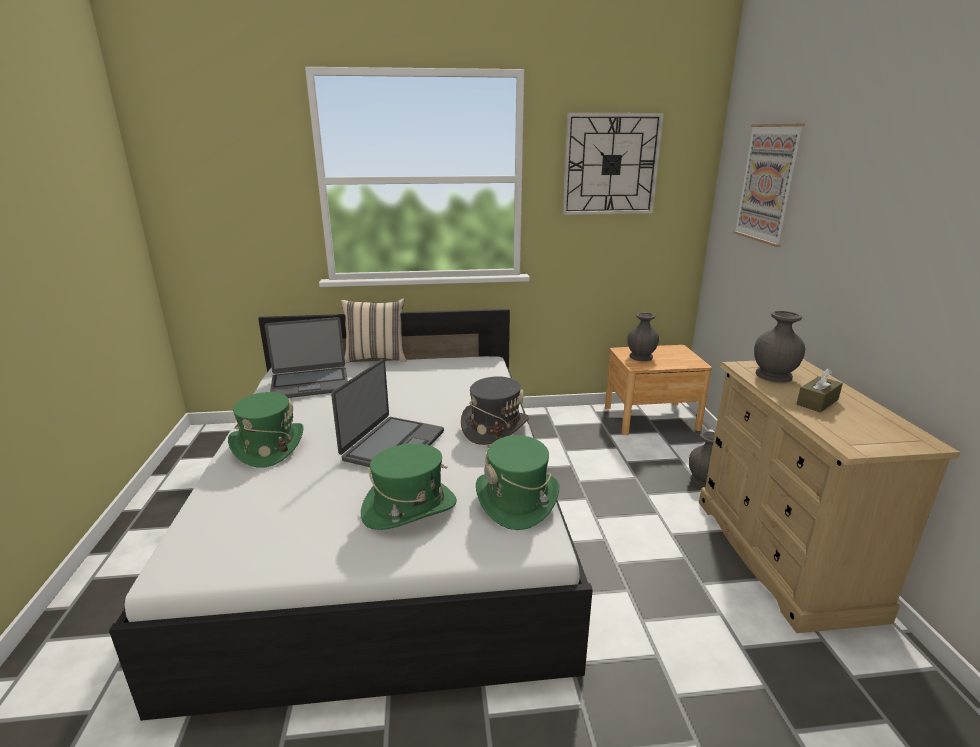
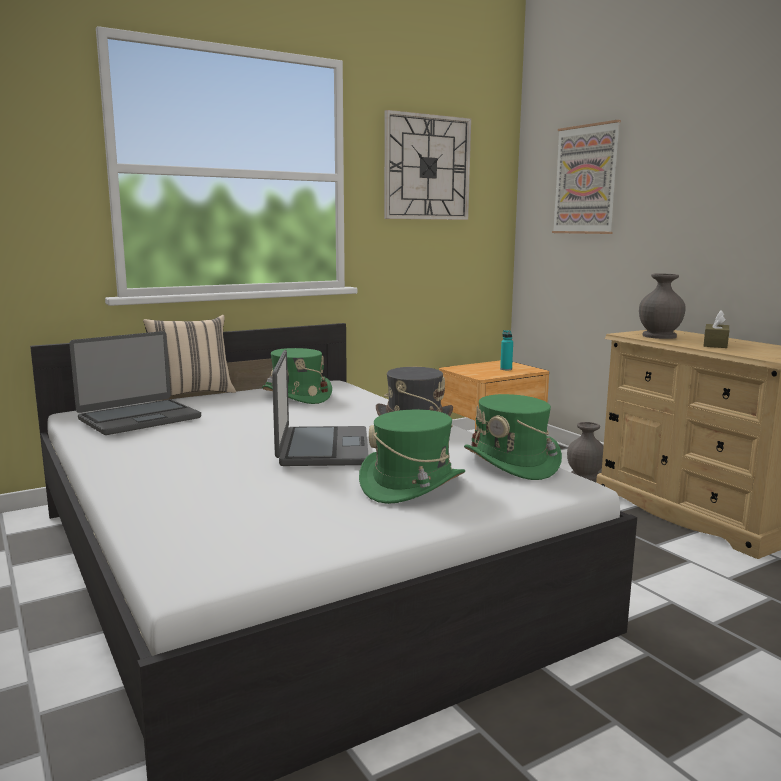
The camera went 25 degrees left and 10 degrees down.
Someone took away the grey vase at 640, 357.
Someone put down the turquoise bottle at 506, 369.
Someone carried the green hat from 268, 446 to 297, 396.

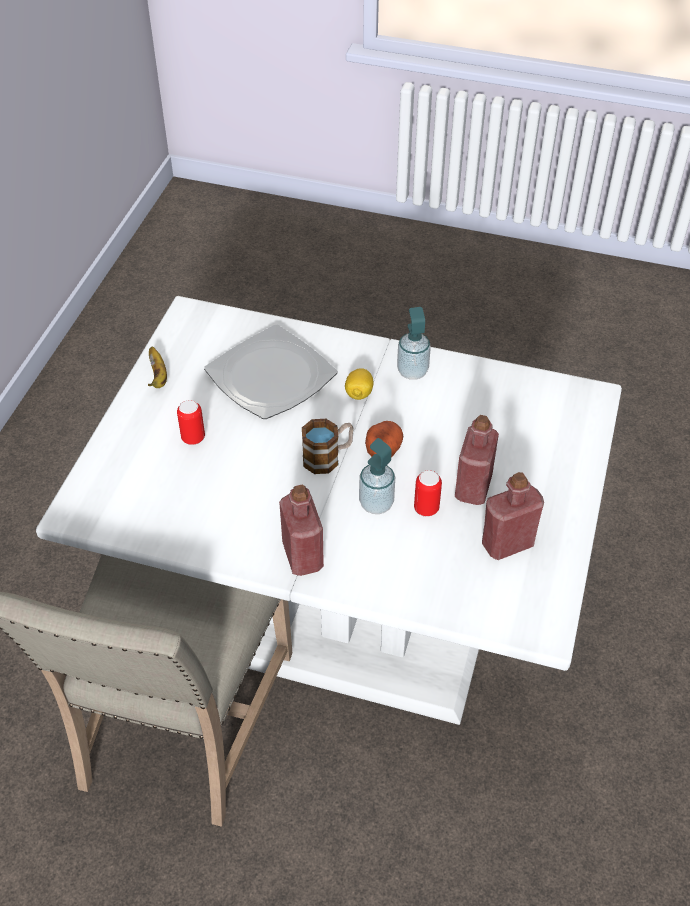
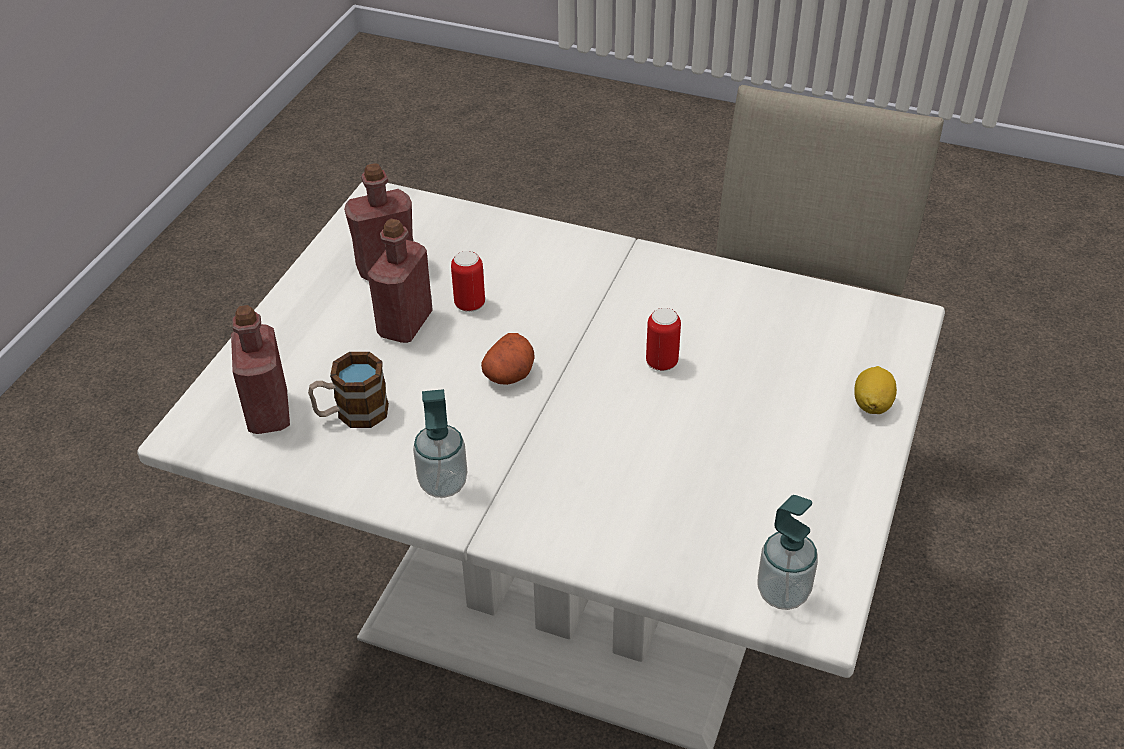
The camera went 175 degrees left and 5 degrees down.
Someone took away the banana at 158, 376.
Someone took away the plate at 271, 377.
Someone carried the can from 193, 438 to 661, 362.
Someone carried the red bottle from 302, 556 to 268, 413.
Someone carried the mug from 328, 457 to 352, 413.
Someone carried the lemon from 359, 393 to 872, 404.
Someone carried the soap dispenser from 376, 503 to 783, 592.

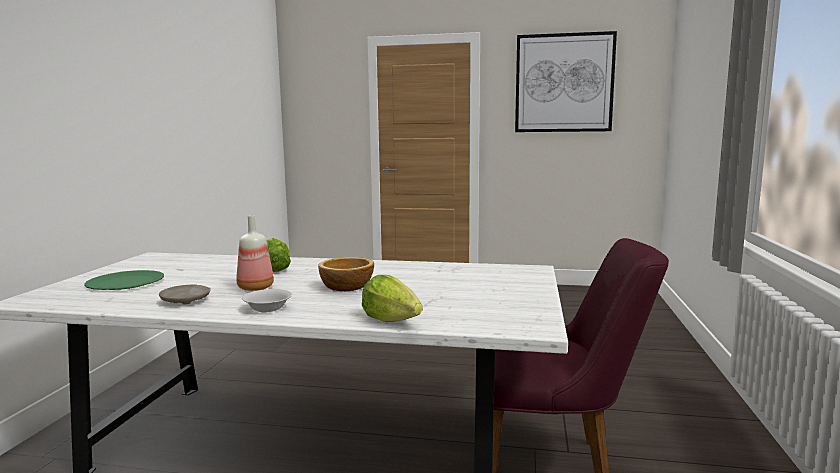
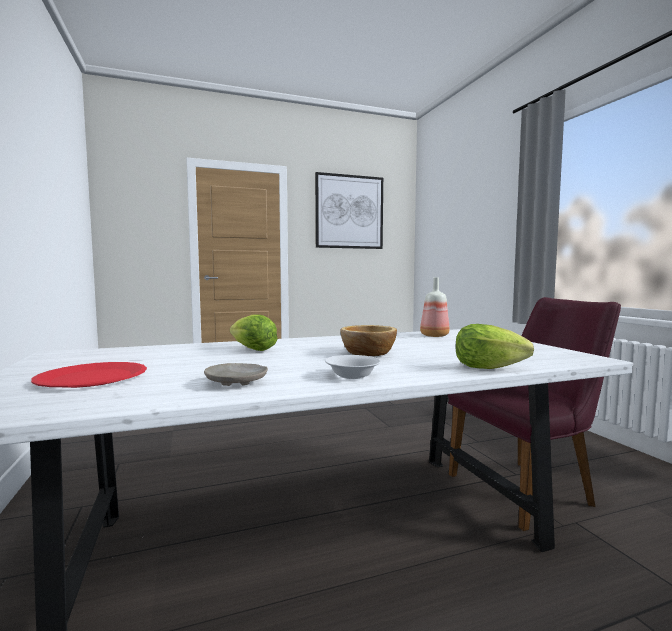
The camera went 30 degrees left and 5 degrees down.
Someone carried the bottle from 254, 288 to 433, 336.
Someone repainted the green plate at 126, 283, which became the red plate at 93, 378.

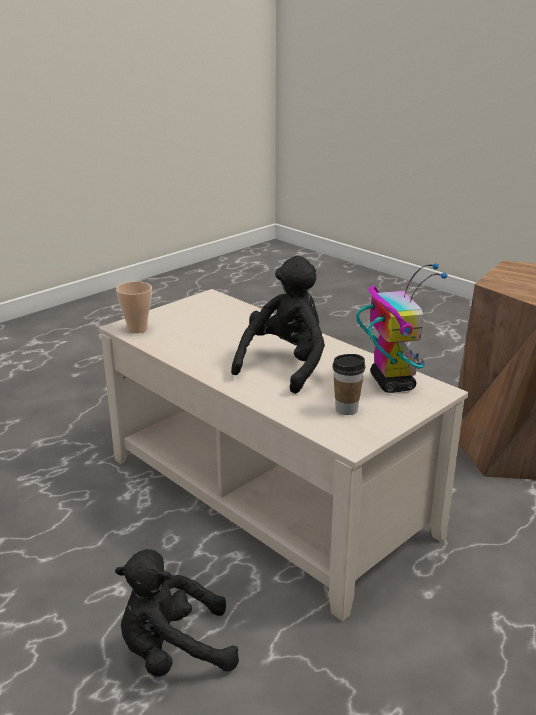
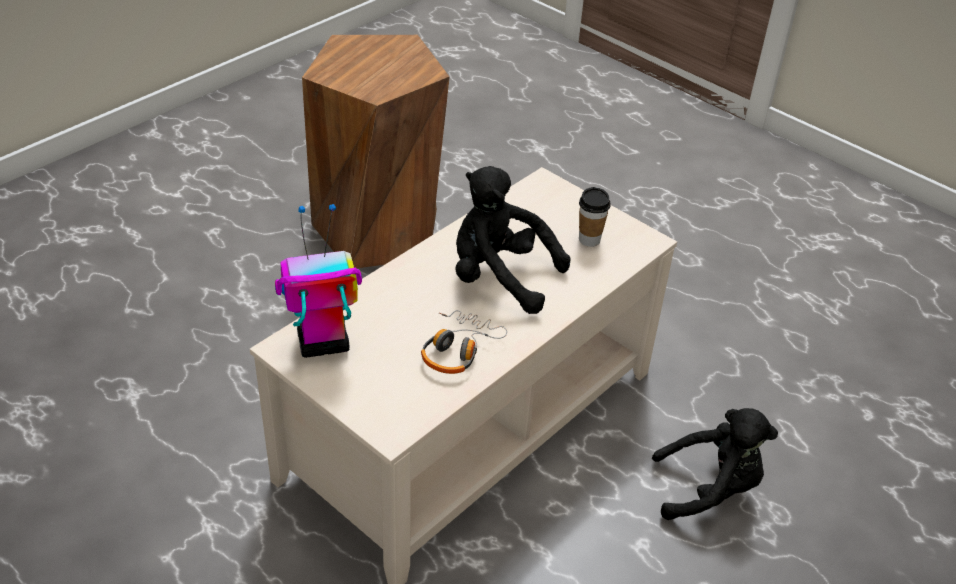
The camera went 95 degrees left and 15 degrees up.
Someone took away the cup at 137, 329.
Someone put down the headphones at 458, 349.
Someone carried the toy robot from 391, 382 to 322, 344.
Someone rotated the black plush toy at 173, 651 by 75 degrees counterclockwise.

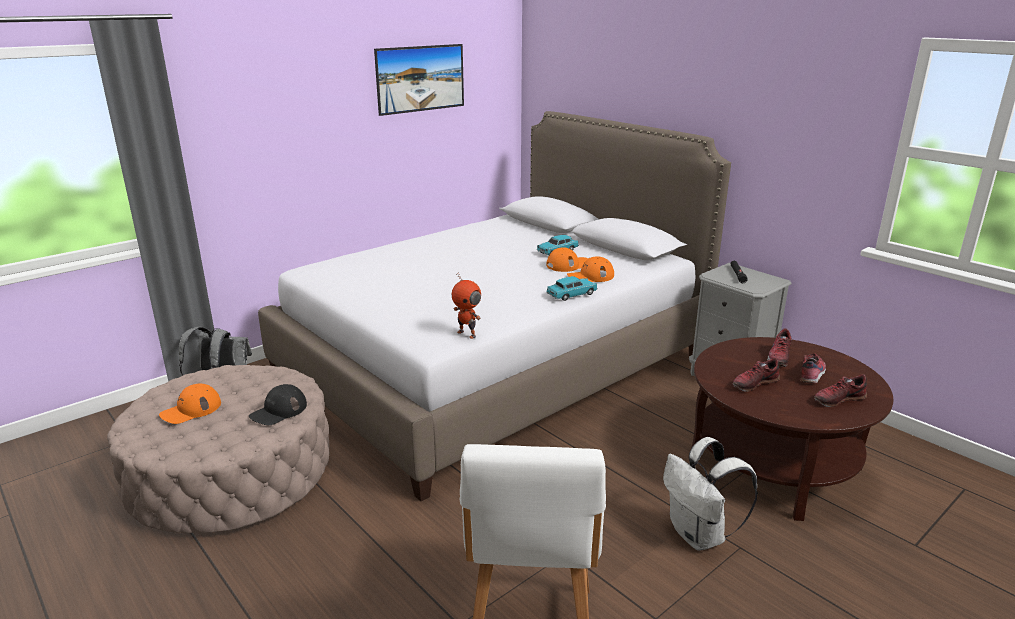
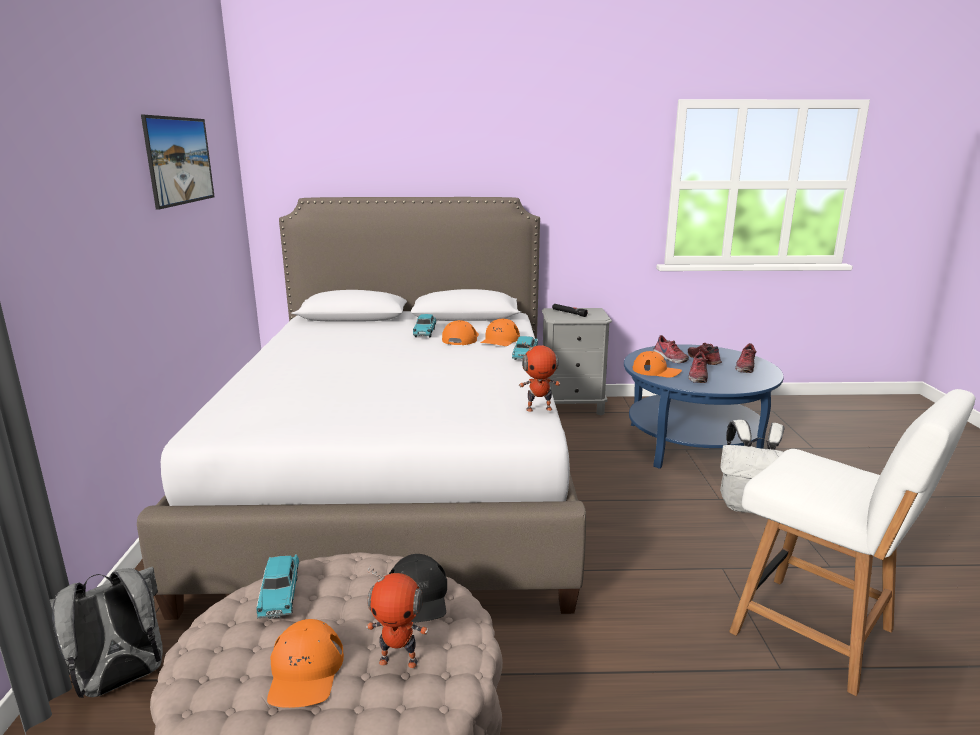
The camera went 50 degrees left and 5 degrees down.
Someone put down the turquoise toy car at 280, 595.
Someone put down the toy robot at 399, 660.
Someone put down the orange cap at 656, 371.
Someone repainted the brown coffee table at 774, 464, which became the blue coffee table at 693, 444.

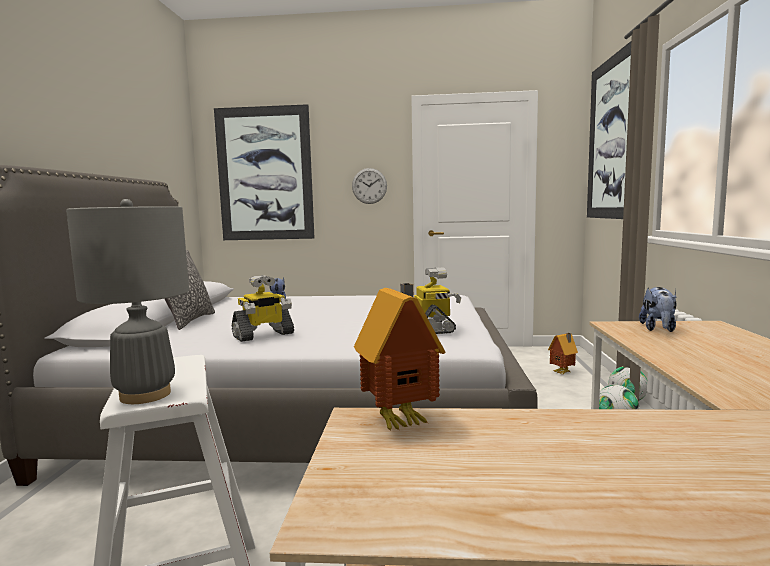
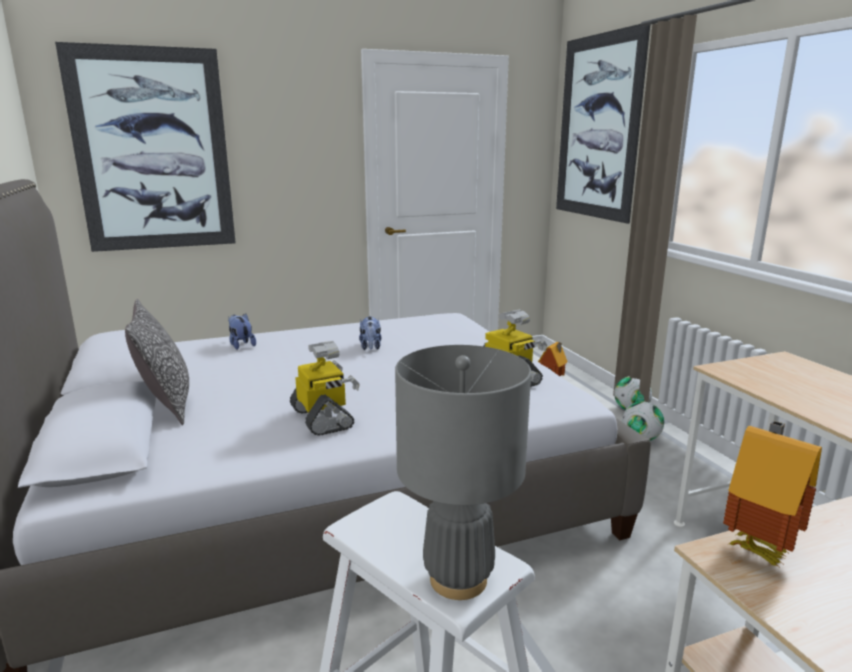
The camera went 25 degrees left and 10 degrees up.
Someone took away the wall clock at 369, 186.
Someone carried the plush toy from 658, 329 to 370, 347.
Someone rotated the toy robot at 263, 335 by 60 degrees counterclockwise.

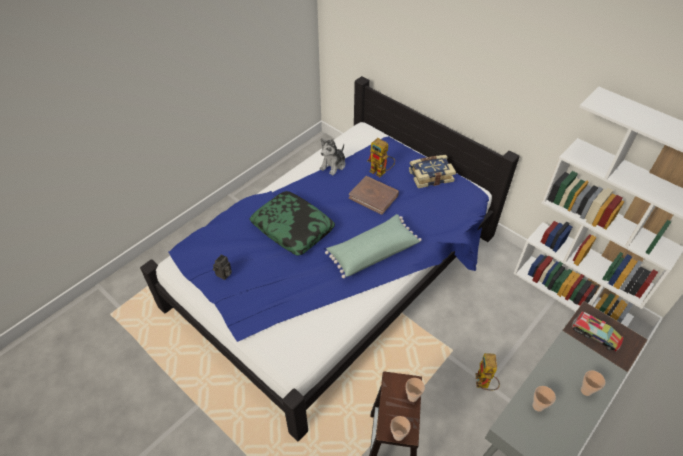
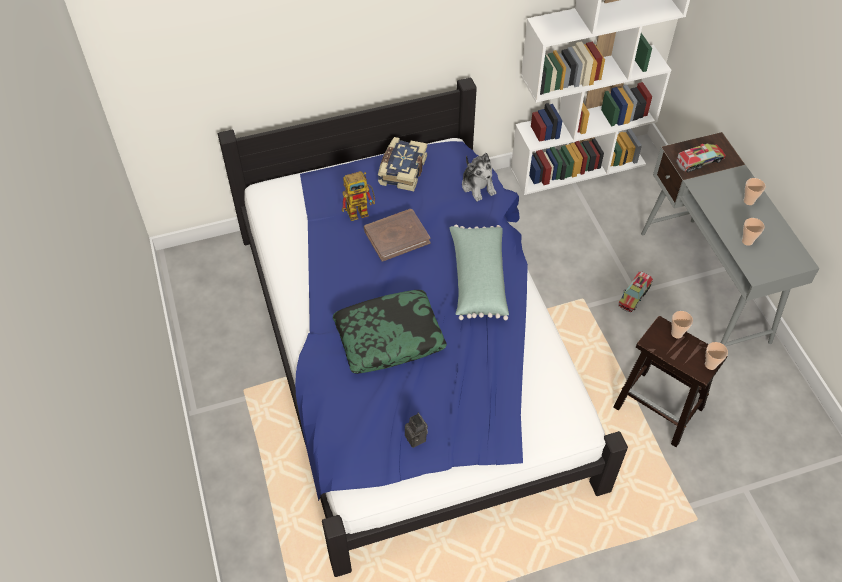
The camera went 60 degrees left and 5 degrees up.
Someone carried the plush toy from 333, 165 to 478, 186.
Someone swapped the toy robot at 483, 384 for the toy truck at 634, 295.

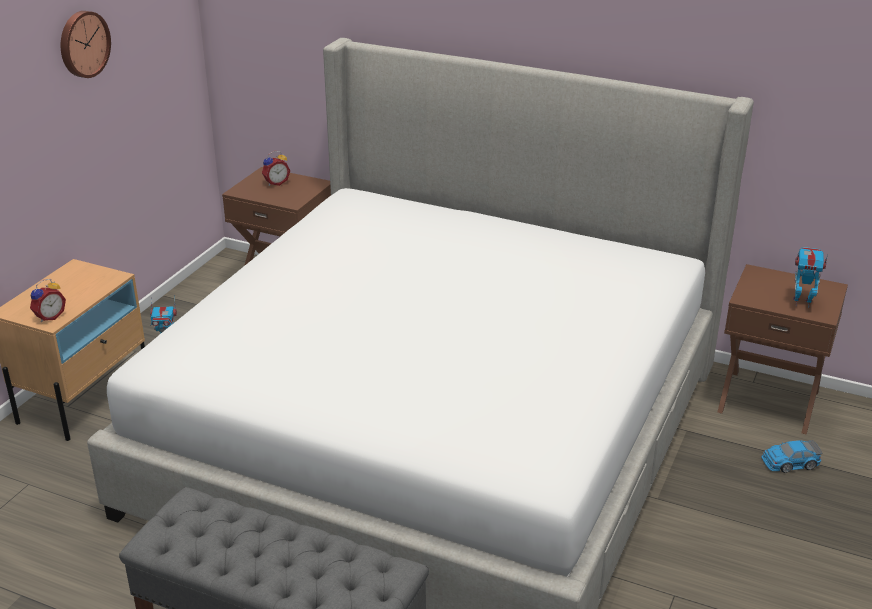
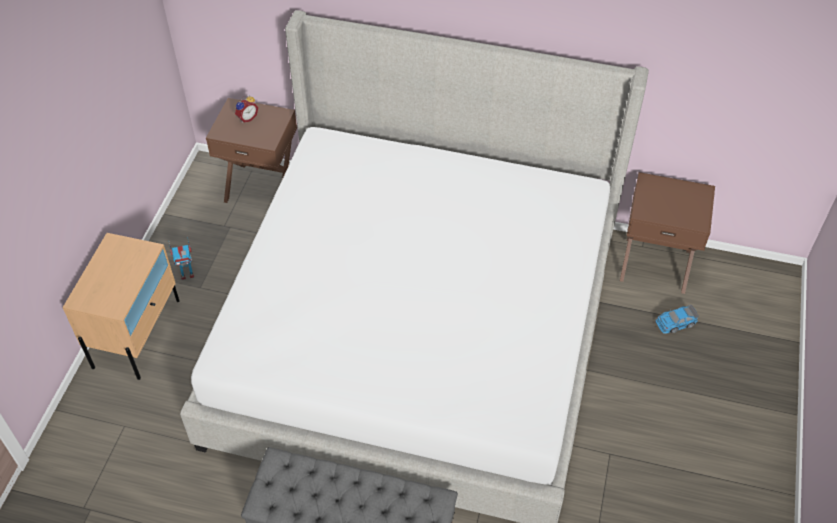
The camera went 10 degrees left and 20 degrees up.
Someone took away the alarm clock at 49, 316.
Someone took away the wall clock at 83, 44.
Someone took away the toy robot at 802, 302.

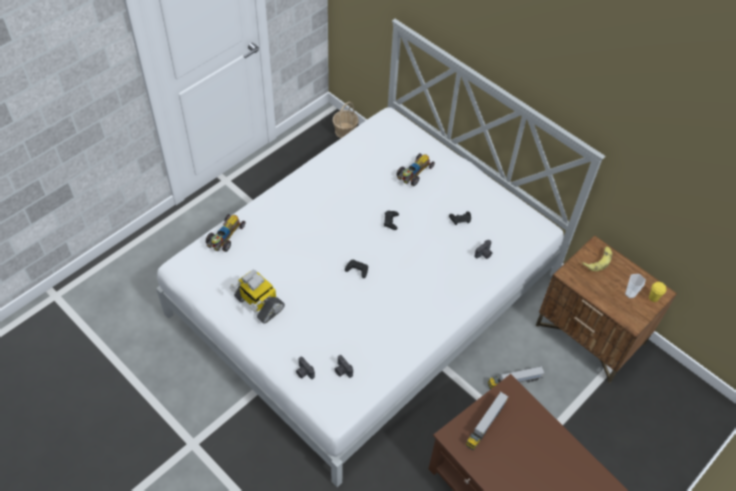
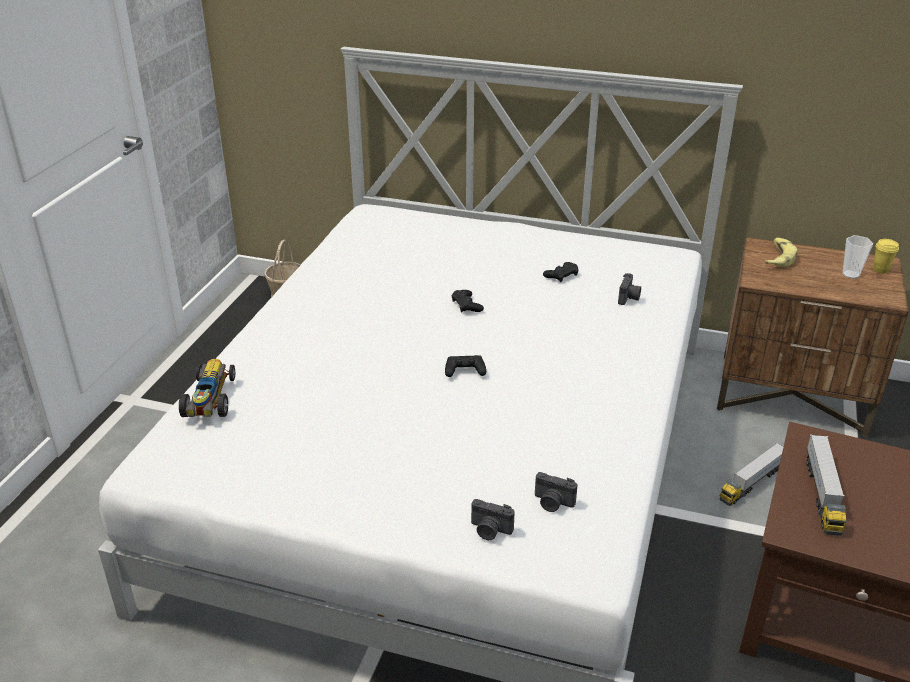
The camera went 25 degrees left and 20 degrees down.
Someone took away the toy robot at 258, 303.
Someone took away the toy car at 414, 173.

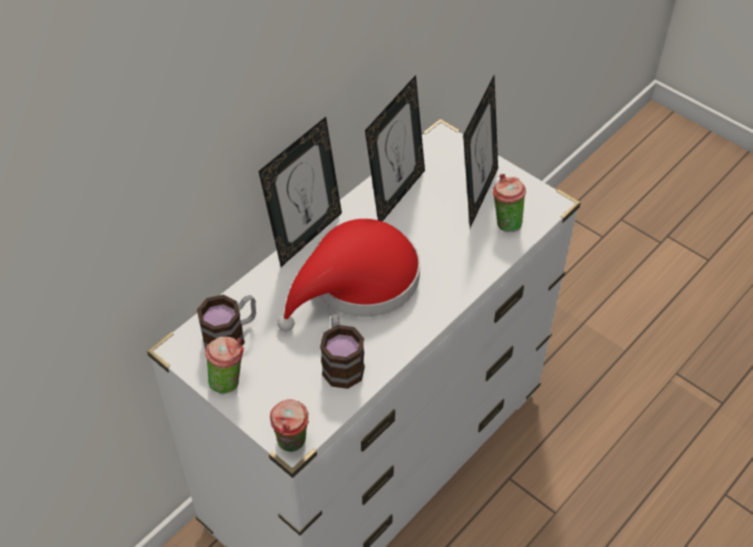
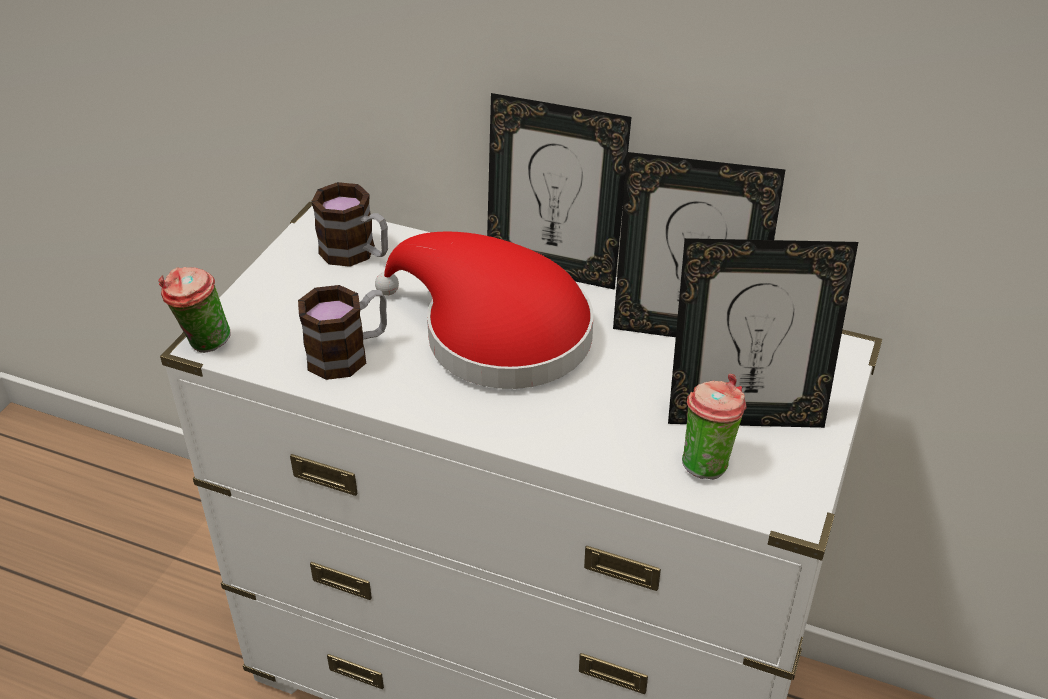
The camera went 70 degrees right and 10 degrees down.
Someone took away the cup at 229, 381.

